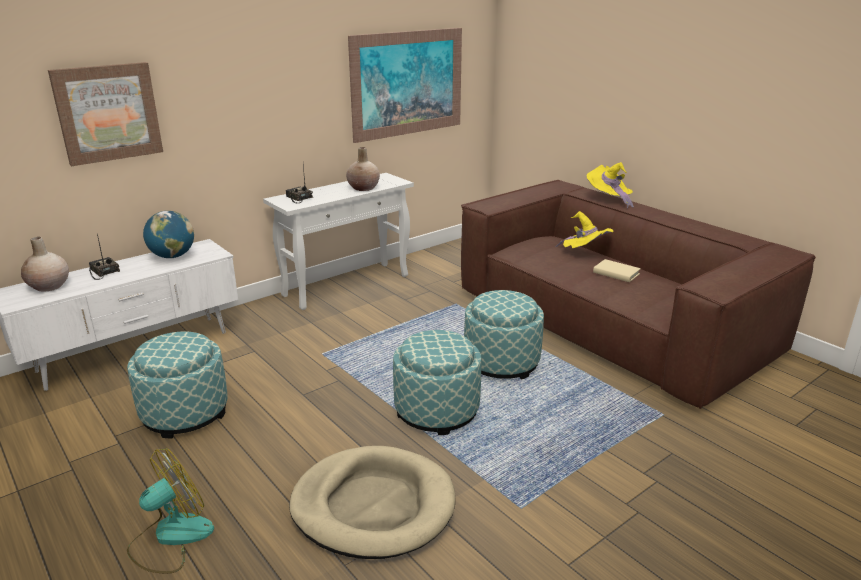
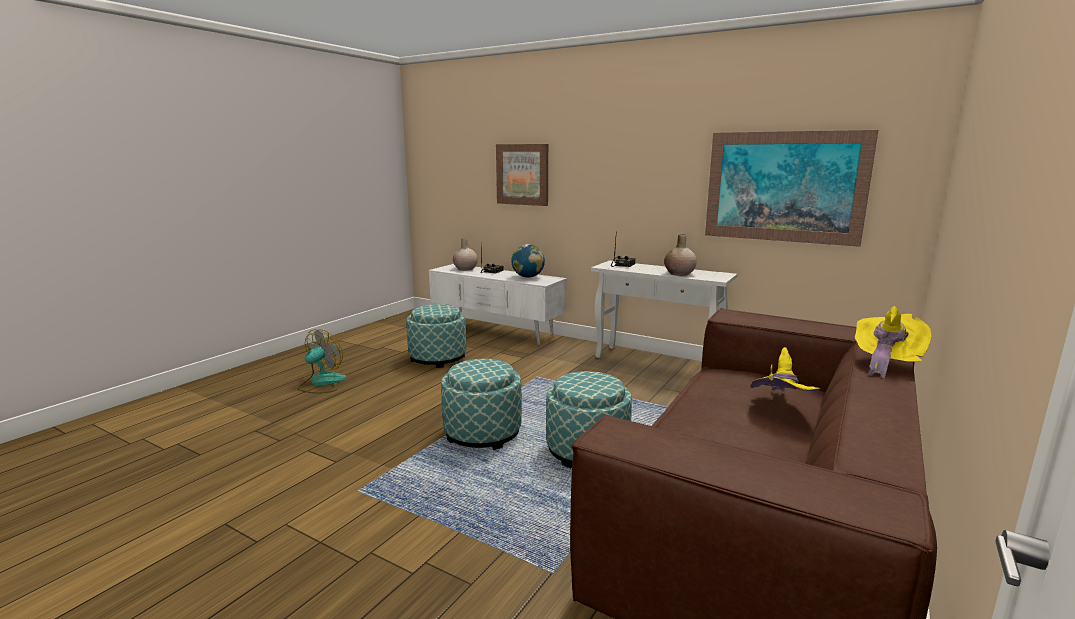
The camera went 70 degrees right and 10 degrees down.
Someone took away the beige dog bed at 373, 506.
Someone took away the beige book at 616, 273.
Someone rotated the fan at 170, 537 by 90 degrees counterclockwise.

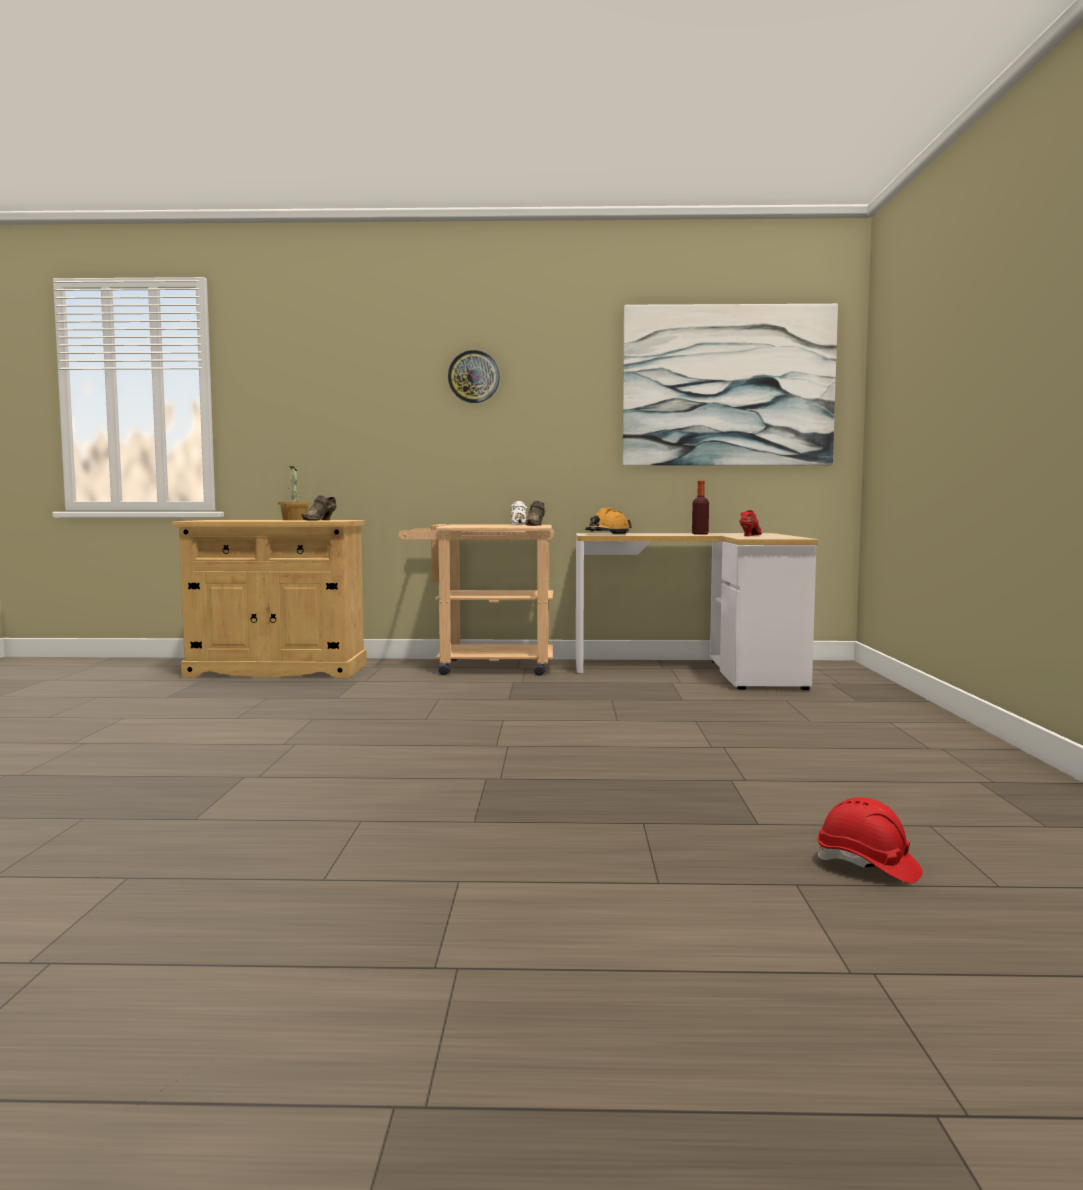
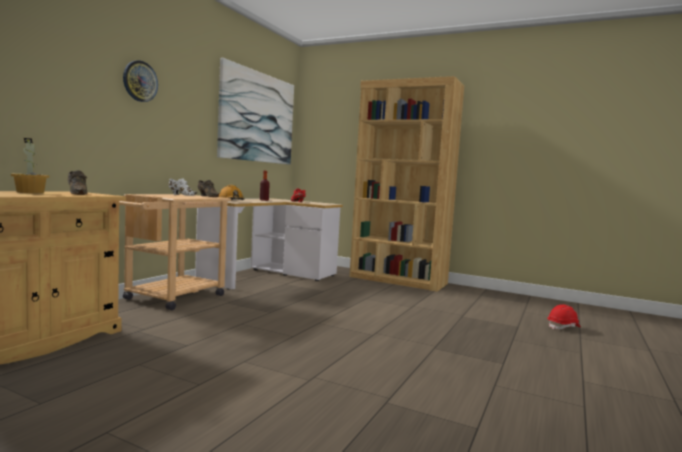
The camera went 65 degrees left and 0 degrees up.
Someone put down the brown bookcase at 398, 280.

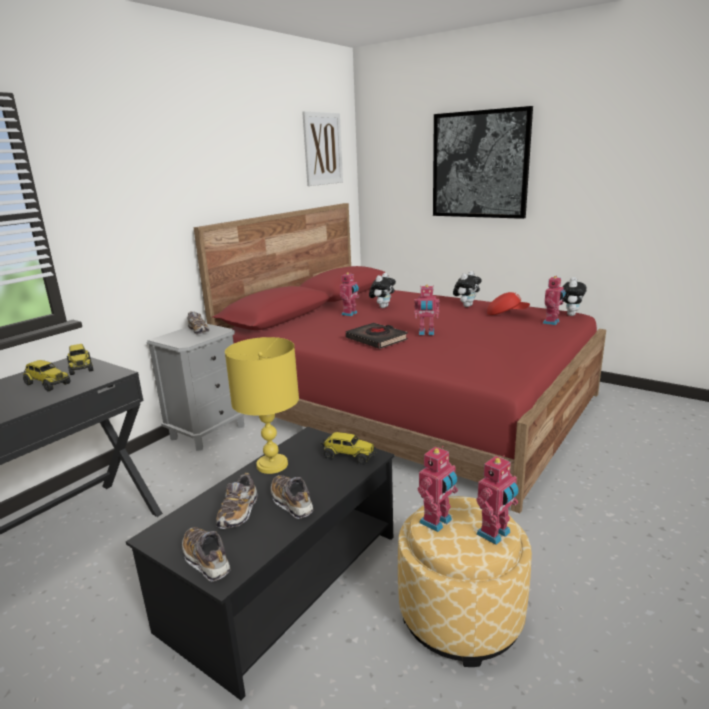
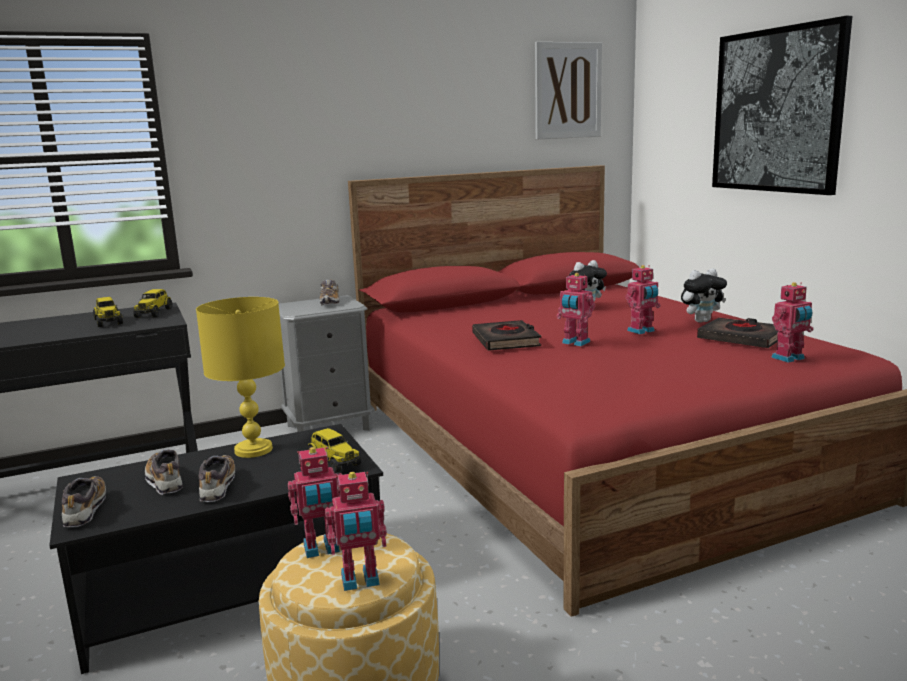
The camera went 30 degrees right and 5 degrees down.
Someone took away the plush toy at 569, 314.
Someone carried the toy robot from 350, 314 to 642, 331.
Someone swapped the red cap at 506, 314 for the black book at 741, 338.
Someone rotated the shoe at 238, 512 by 105 degrees clockwise.

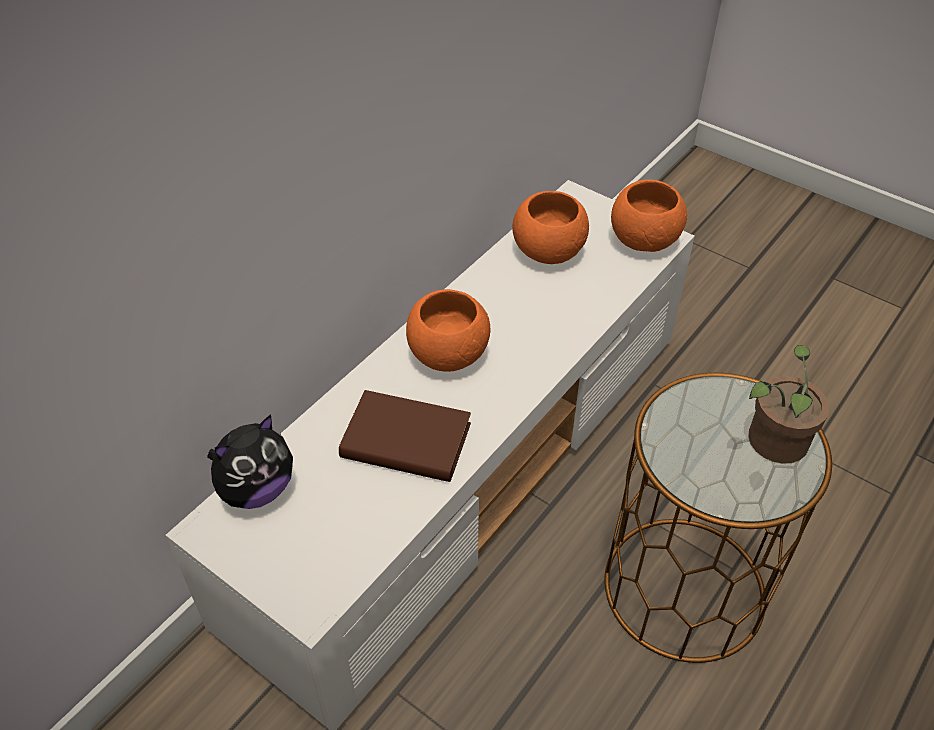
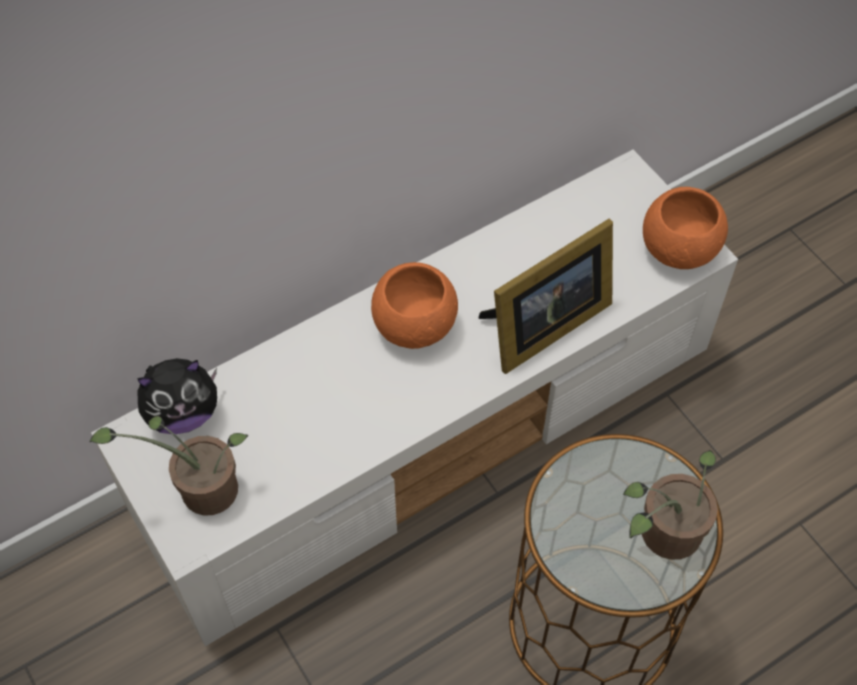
The camera went 20 degrees right and 10 degrees up.
Someone took away the brown book at 406, 441.
Someone took away the orange bowl at 548, 251.
Someone put down the potted plant at 200, 488.
Someone put down the picture frame at 542, 327.

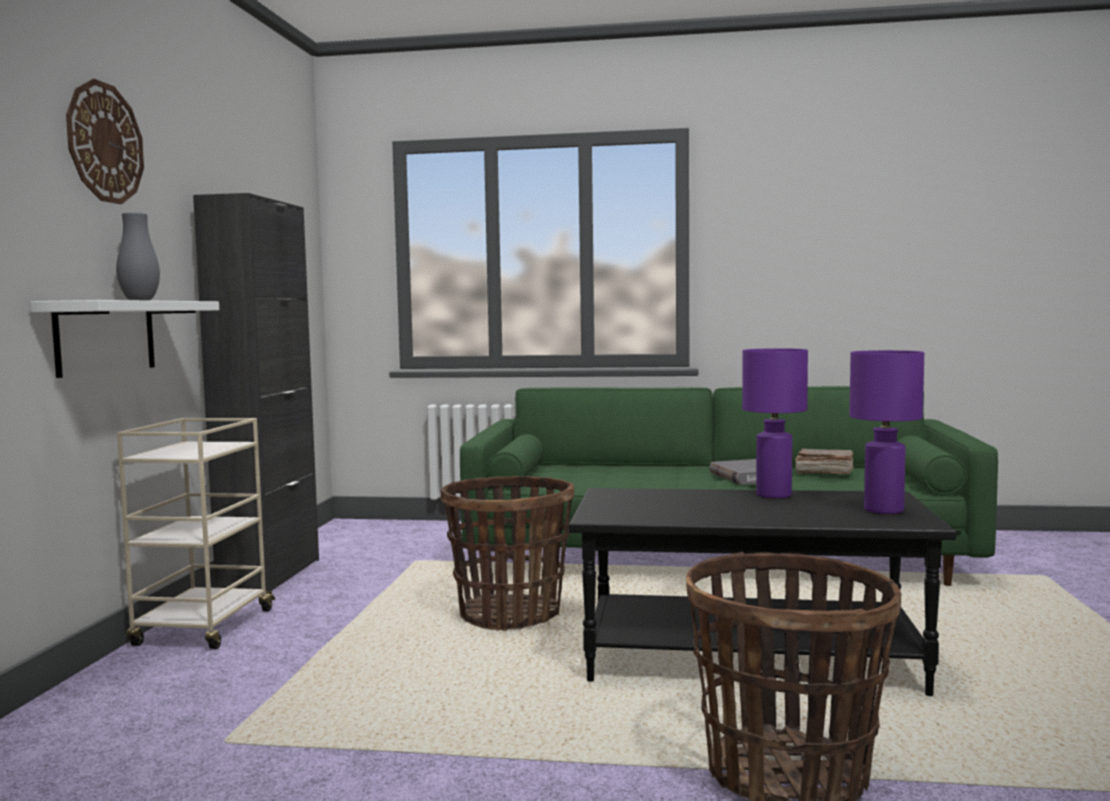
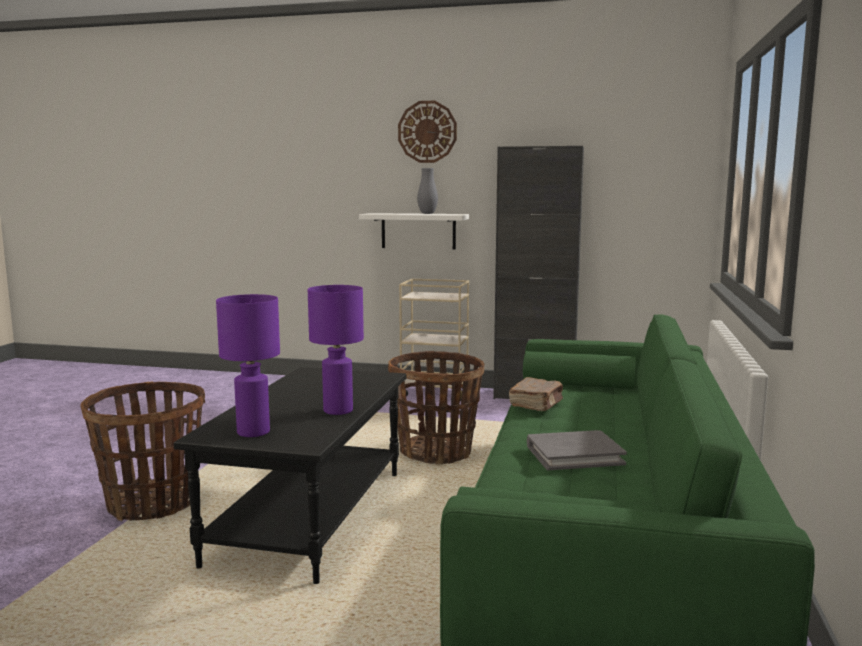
The camera went 95 degrees right and 5 degrees up.
Someone carried the brown book from 823, 472 to 536, 404.

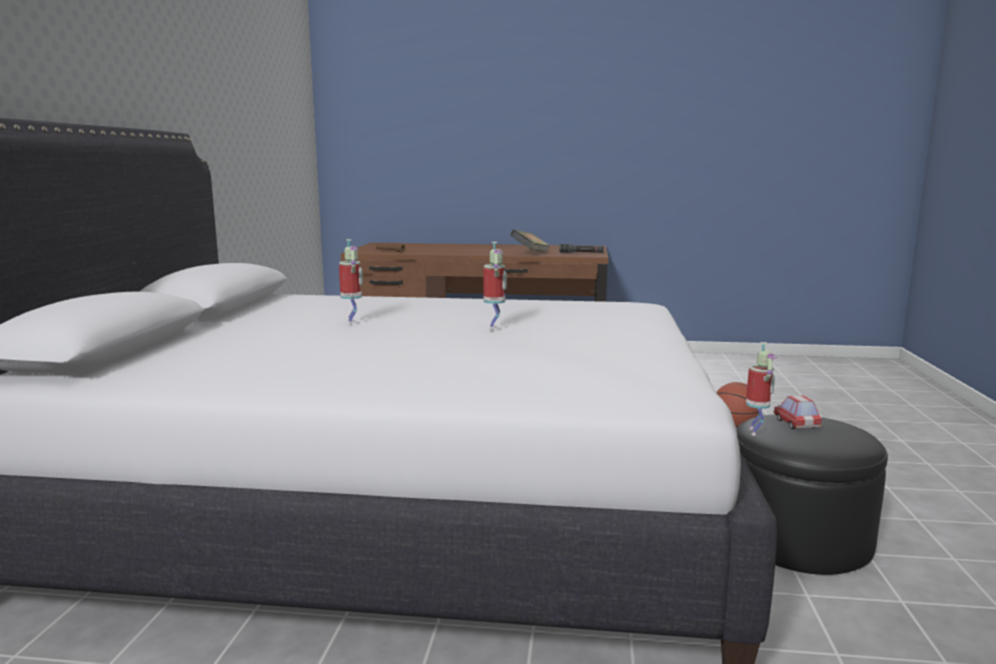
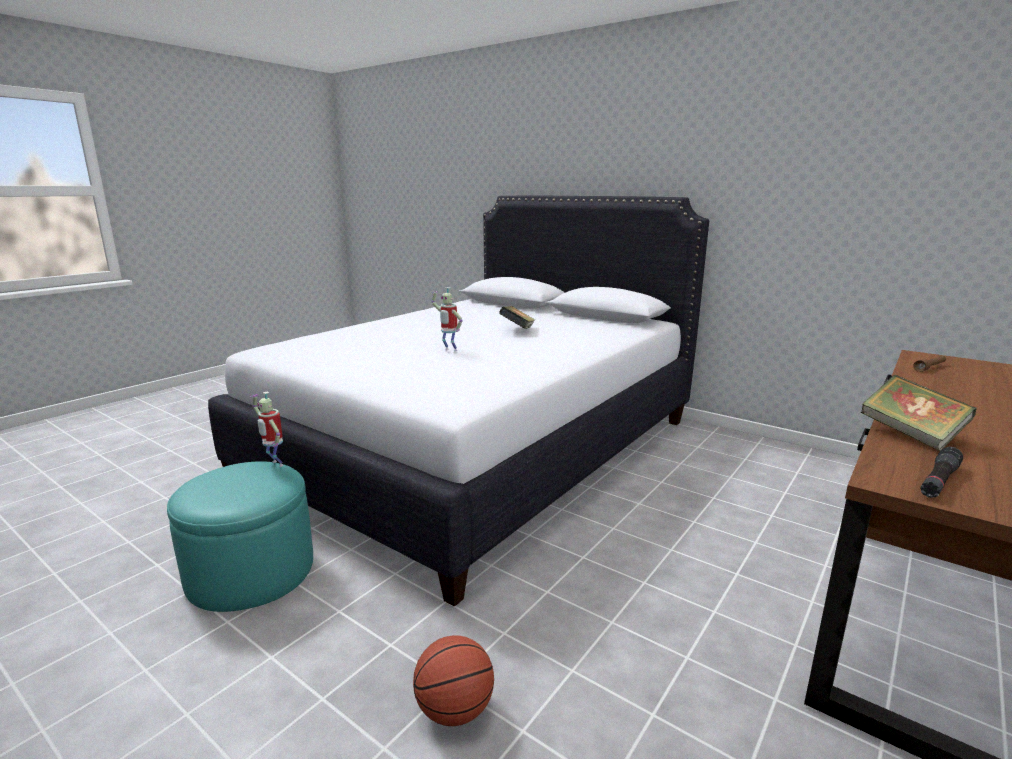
The camera went 120 degrees right and 5 degrees up.
Someone took away the toy car at 796, 424.
Someone swapped the toy robot at 353, 322 for the book at 517, 331.
Someone repainted the black ottoman at 797, 538, which became the turquoise ottoman at 251, 572.

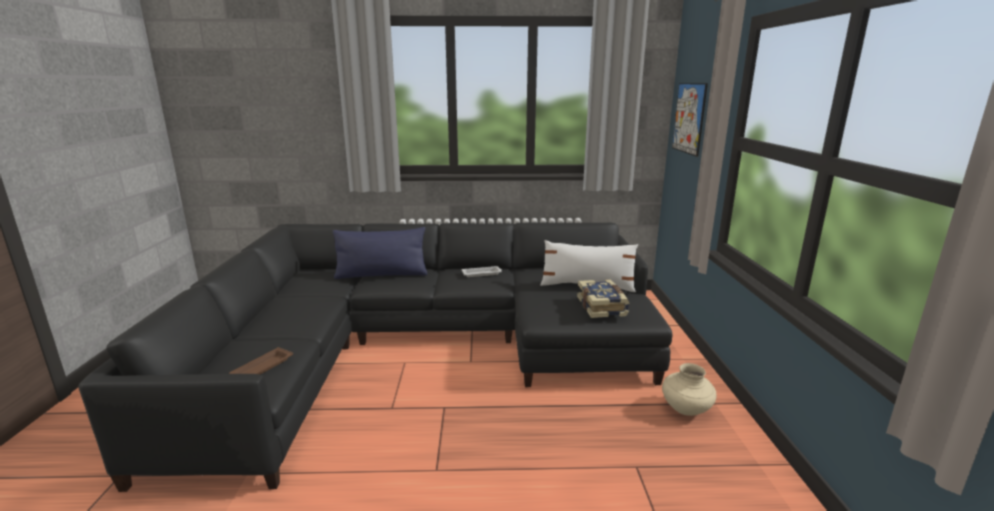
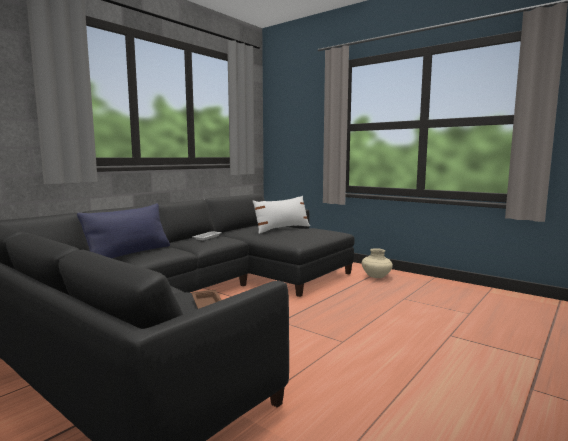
The camera went 50 degrees left and 10 degrees down.
Someone took away the book at 602, 307.
Someone took away the picture at 689, 118.

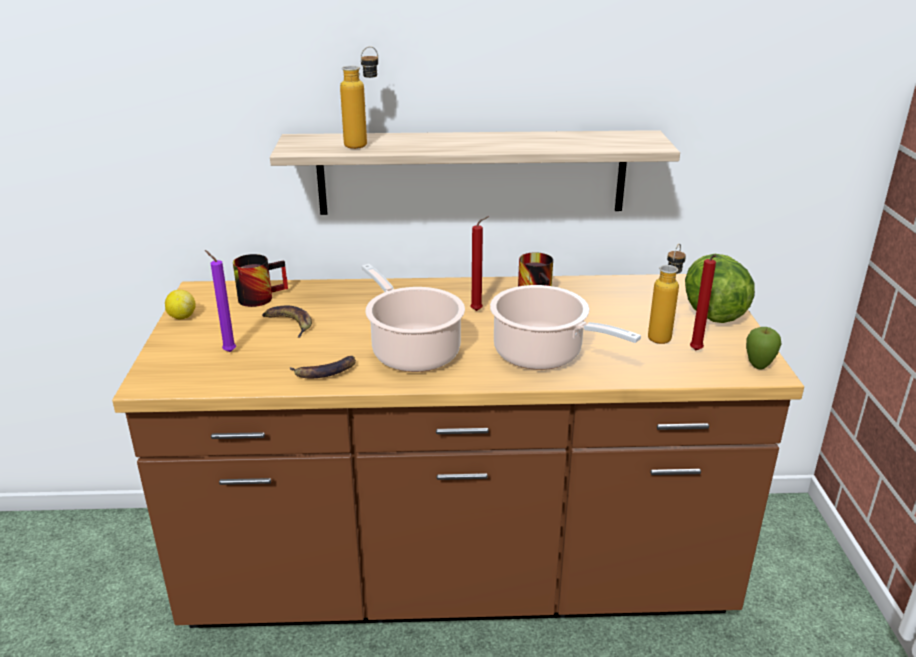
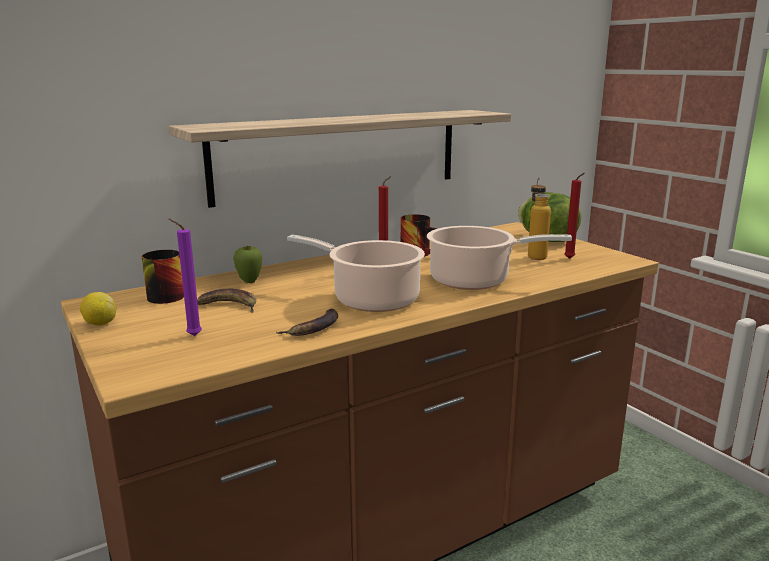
The camera went 30 degrees left and 10 degrees down.
Someone took away the bottle at 363, 144.
Someone carried the apple from 758, 367 to 249, 282.

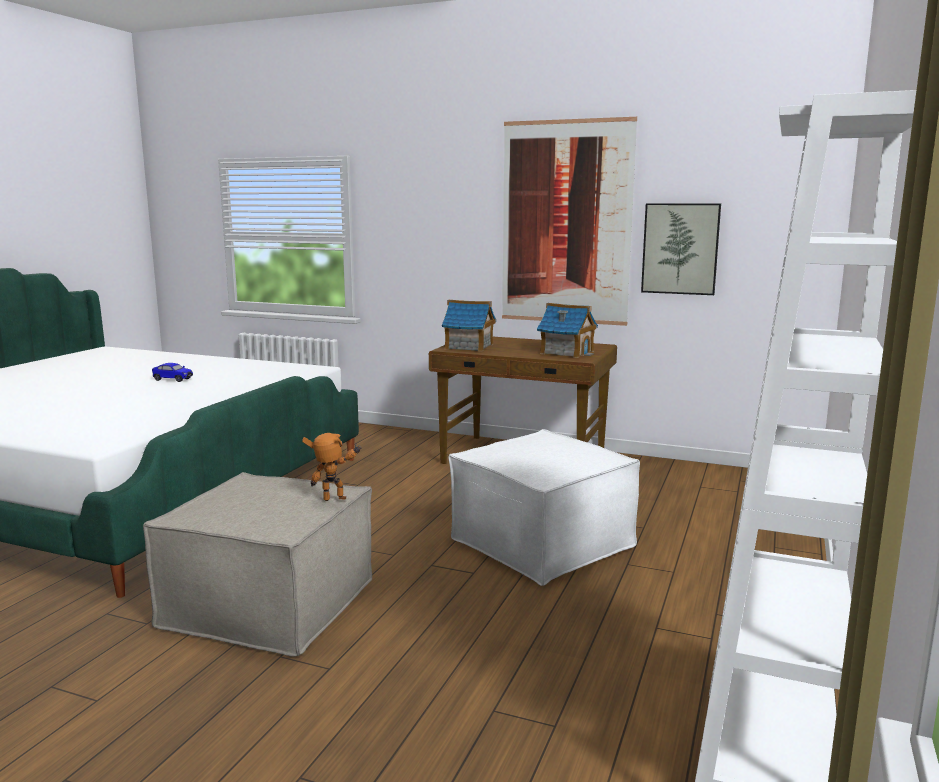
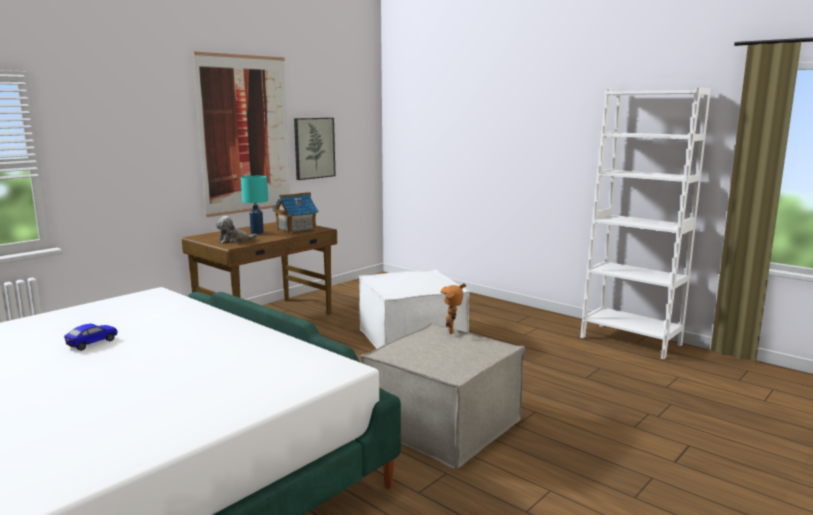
The camera went 70 degrees left and 0 degrees up.
Someone put down the turquoise table lamp at 256, 233.
Someone swapped the toy house at 469, 347 for the plush toy at 234, 241.

